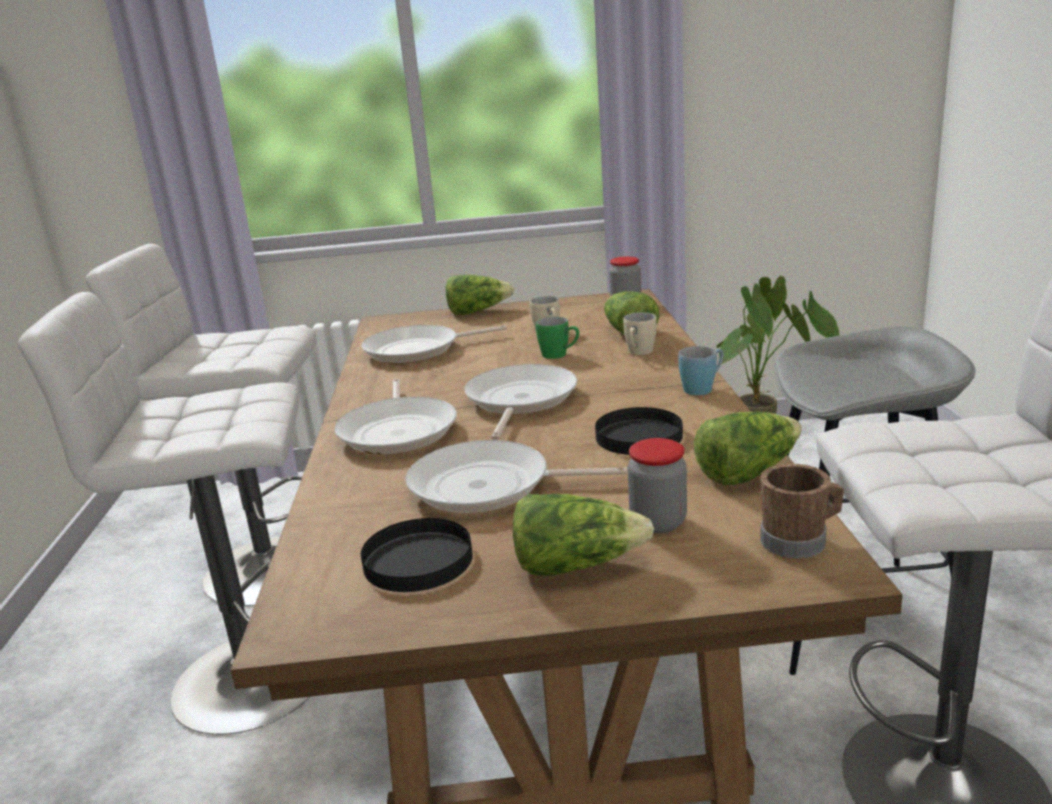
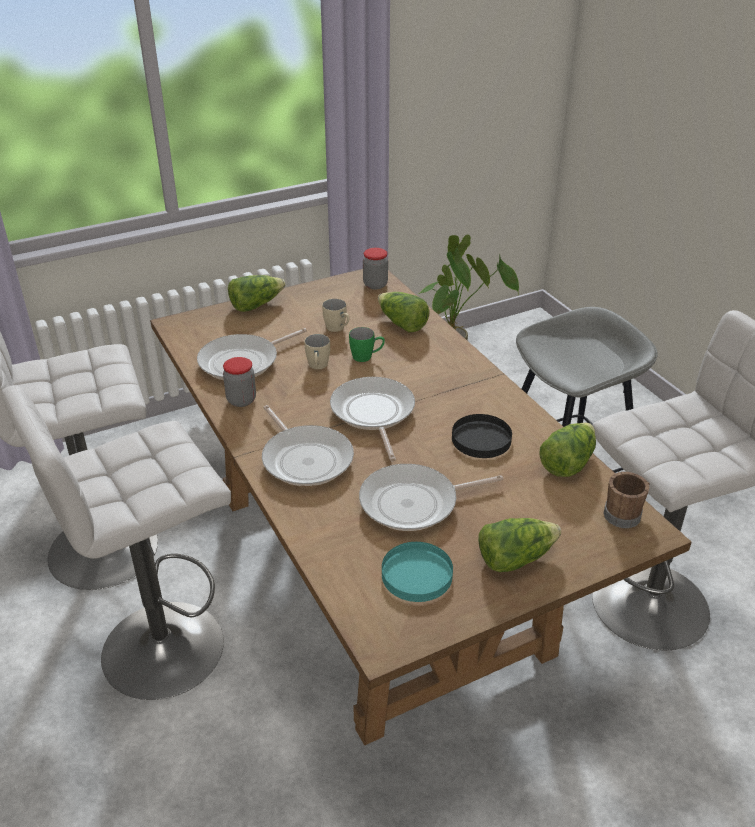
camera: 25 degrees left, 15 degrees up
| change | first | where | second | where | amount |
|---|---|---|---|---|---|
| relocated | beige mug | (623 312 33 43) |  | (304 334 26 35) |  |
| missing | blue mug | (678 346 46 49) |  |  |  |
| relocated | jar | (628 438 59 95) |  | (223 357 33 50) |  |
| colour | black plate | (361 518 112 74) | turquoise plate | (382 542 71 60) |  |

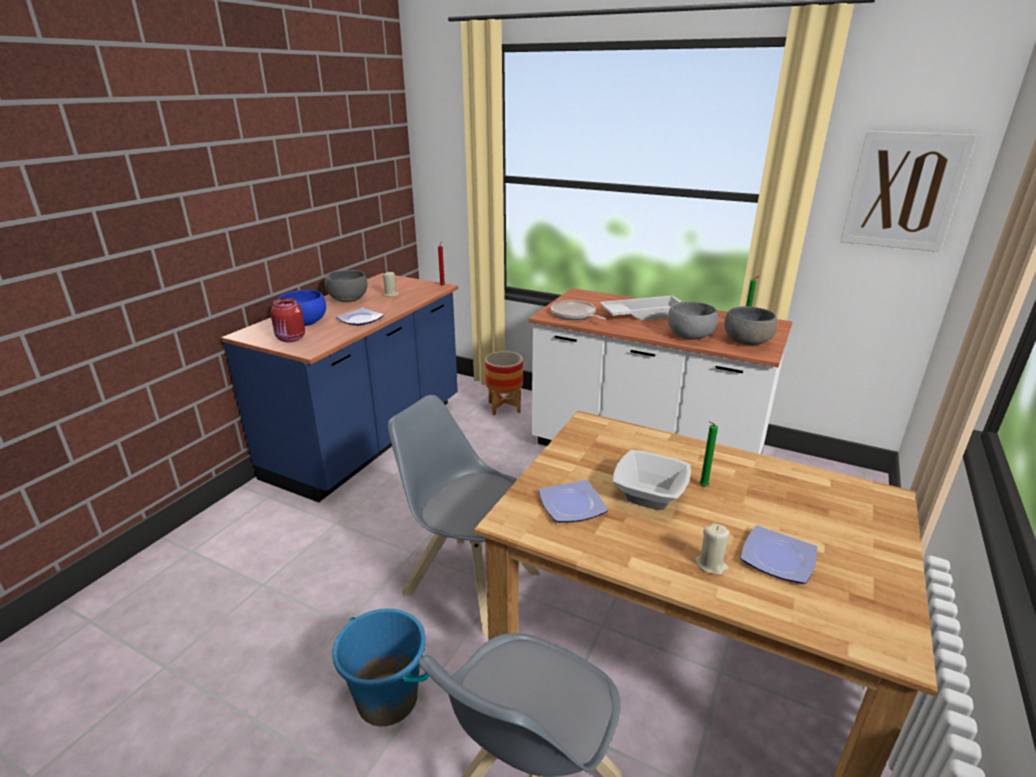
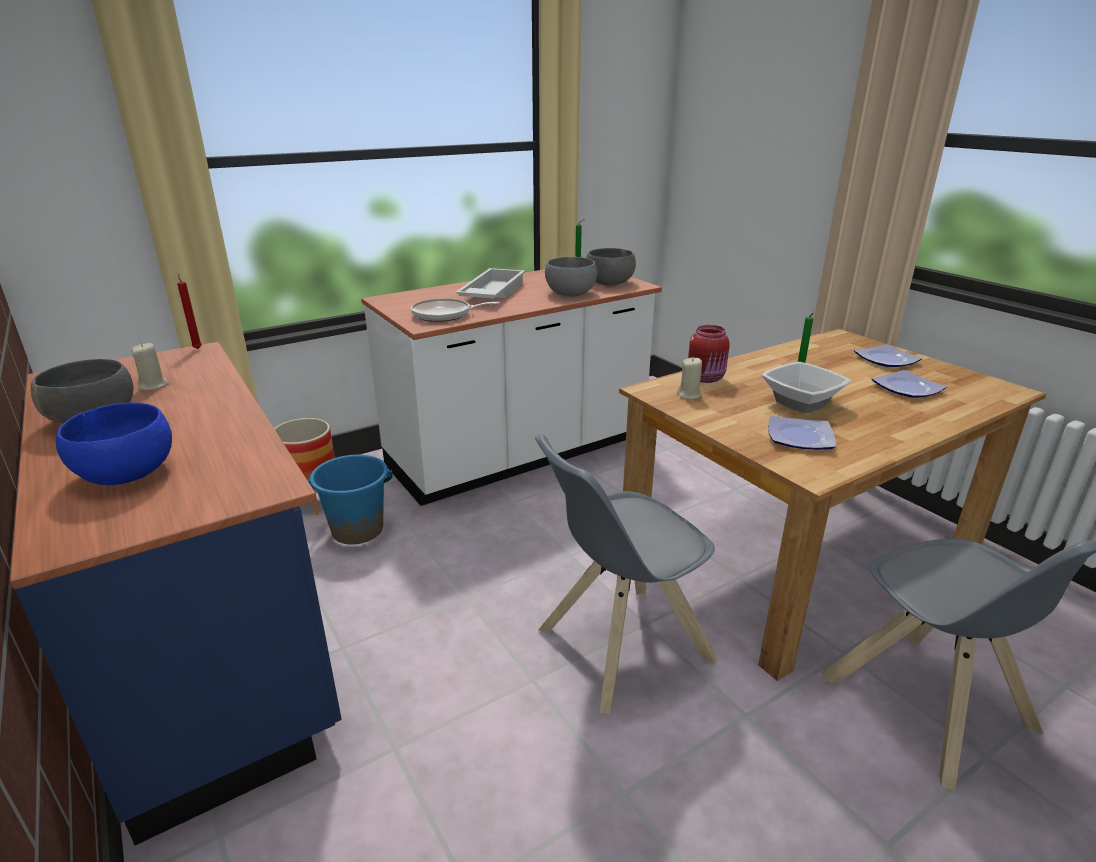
camera: 60 degrees left, 0 degrees up
| change | first | where | second | where | amount |
|---|---|---|---|---|---|
| missing | picture | (840 131 136 121) |  |  |  |
| relocated | red jar | (271 298 34 44) |  | (688 325 41 58) |  |
| relocated | plate | (336 308 48 17) |  | (854 344 68 23) |  |
| relocated | beige candle | (695 523 35 52) |  | (677 357 25 42) |  |
| relocated | blue bucket | (332 608 97 118) |  | (308 455 85 90) |  |

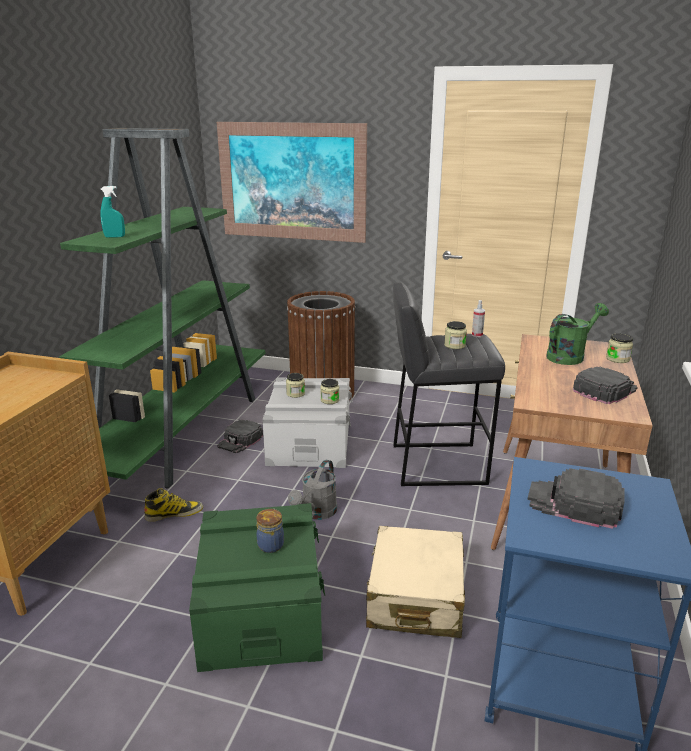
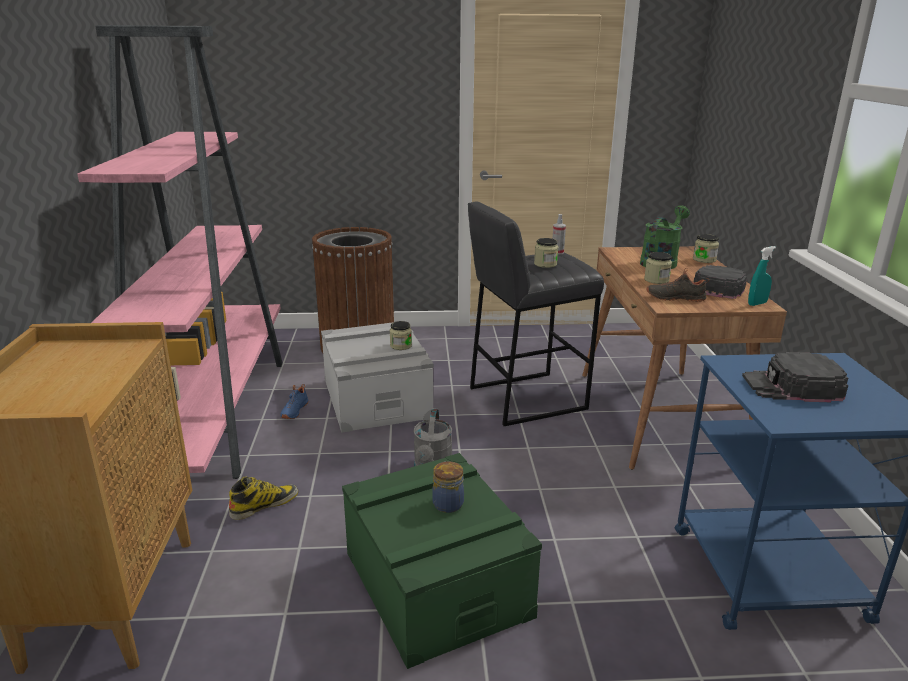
camera: 20 degrees left, 0 degrees up
| change | first | where | second | where | amount |
|---|---|---|---|---|---|
| missing | picture | (217 122 150 121) |  |  |  |
| colour | green bookcase | (59 128 206 361) | pink bookcase | (77 25 206 454) |  |
| relocated | turquoise spray bottle | (100 186 25 52) |  | (748 246 28 60) |  |
| relocated | jar | (286 373 19 25) |  | (644 252 28 32) |  |
| exchanged | black cap | (217 420 46 33) | blue shoe | (280 384 29 35) |  |
| missing | beige suitcase | (366 526 99 112) |  |  |  |
| appeared |  |  | black shoe | (647 268 62 34) |  |

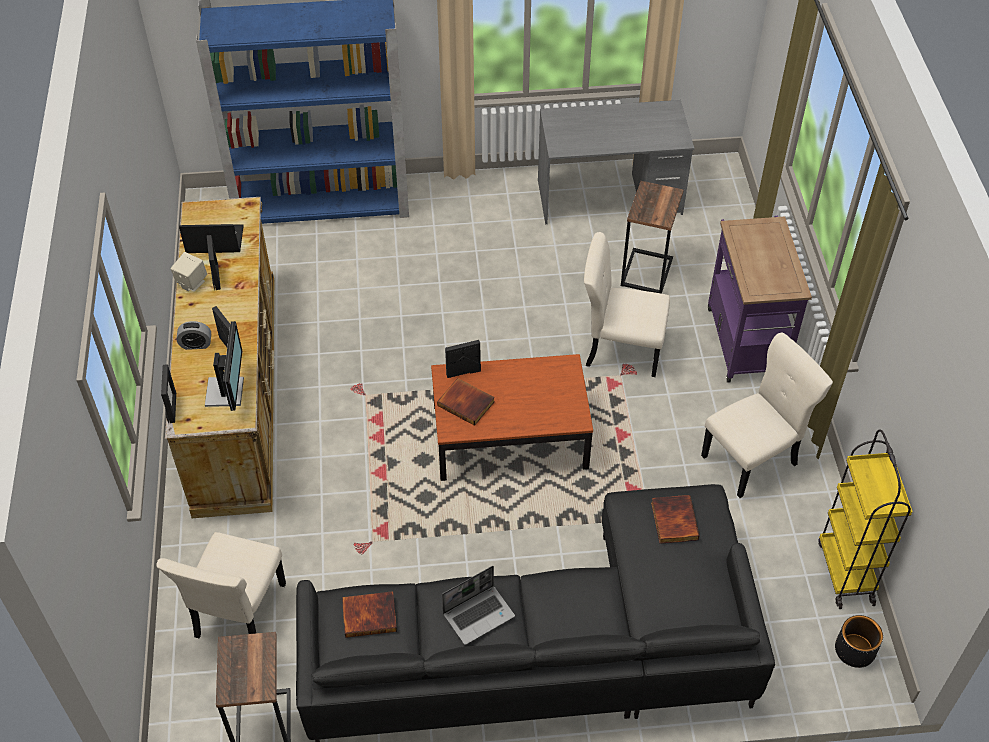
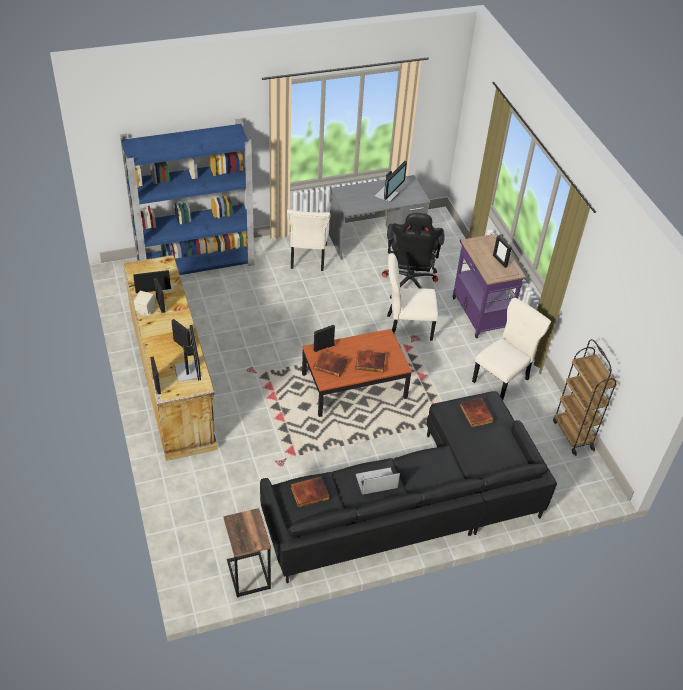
camera: 15 degrees left, 5 degrees down
| change | first | where | second | where | amount |
|---|---|---|---|---|---|
| exchanged | side table | (621 181 63 113) | black office chair | (382 213 63 86) |  |
| missing | alarm clock | (177 321 34 29) |  |  |  |
| colour | yellow cart | (818 430 95 179) | brown cart | (553 339 64 117) |  |
| relocated | beige chair | (156 532 130 106) |  | (287 210 44 61) |  |
| spun | laptop | (442 566 73 79) |  | (356 468 44 27) | 150 degrees counterclockwise |
| missing | black planter | (835 615 48 53) |  |  |  |
| appeared |  |  | monitor | (375 161 32 42) |  |
| appeared |  |  | picture frame | (493 235 19 33) |  |
| appeared |  |  | book | (355 350 31 23) |  |

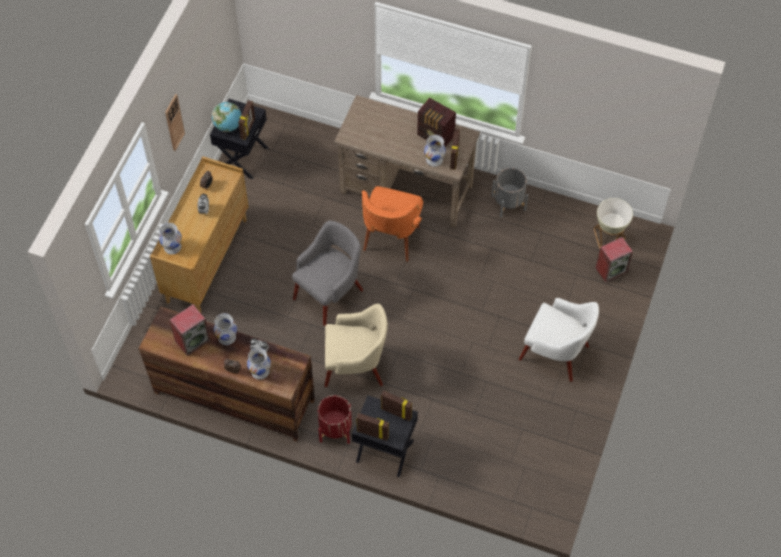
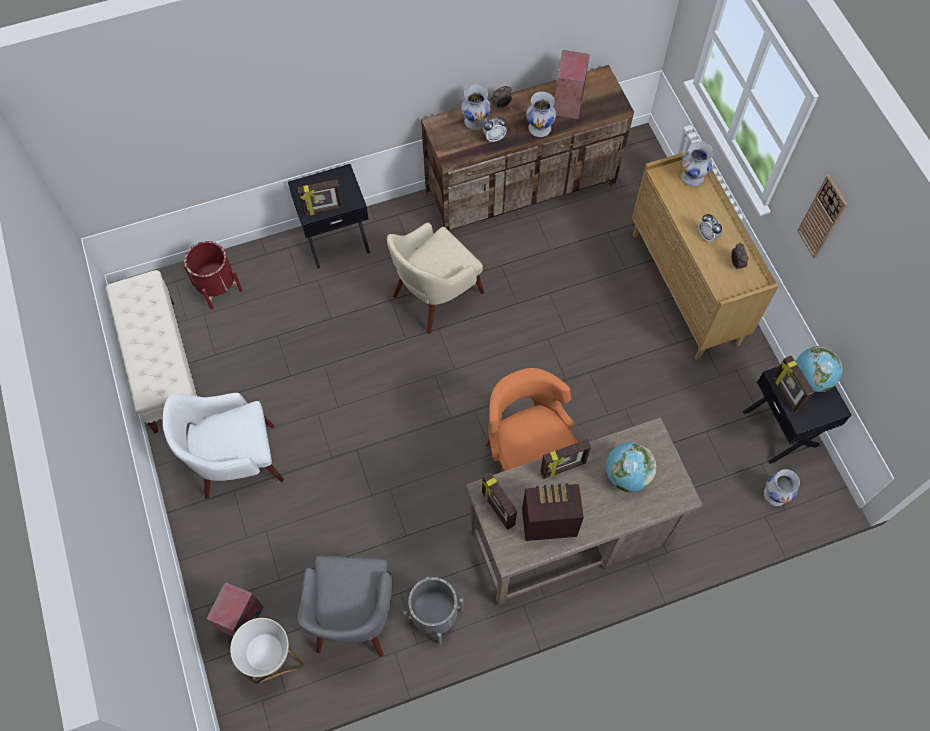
camera: 140 degrees right, 5 degrees up
| change | first | where | second | where | amount |
|---|---|---|---|---|---|
| relocated | white vase | (424 135 22 32) |  | (764 469 36 37) |  |
| relocated | grey armchair | (292 221 71 105) |  | (297 556 95 101) |  |
| relocated | red planter | (317 395 35 49) |  | (184 241 59 69) |  |
| relocated | picture frame | (356 413 33 28) |  | (540 439 51 40) |  |
| appeared |  |  | beige bench | (106 270 91 163) |  |
| appeared |  |  | globe | (606 442 51 50) |  |

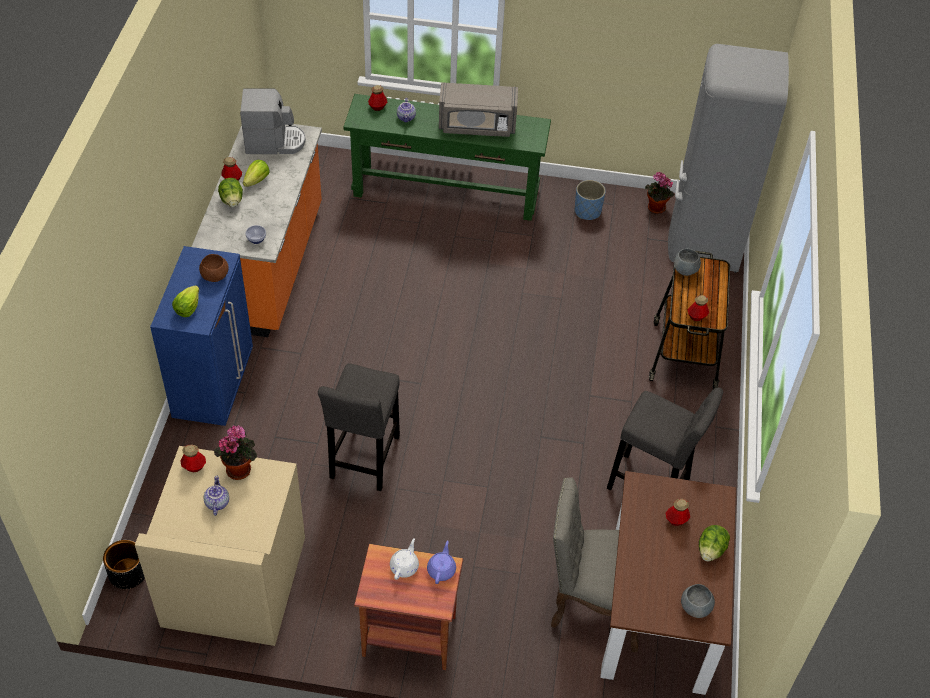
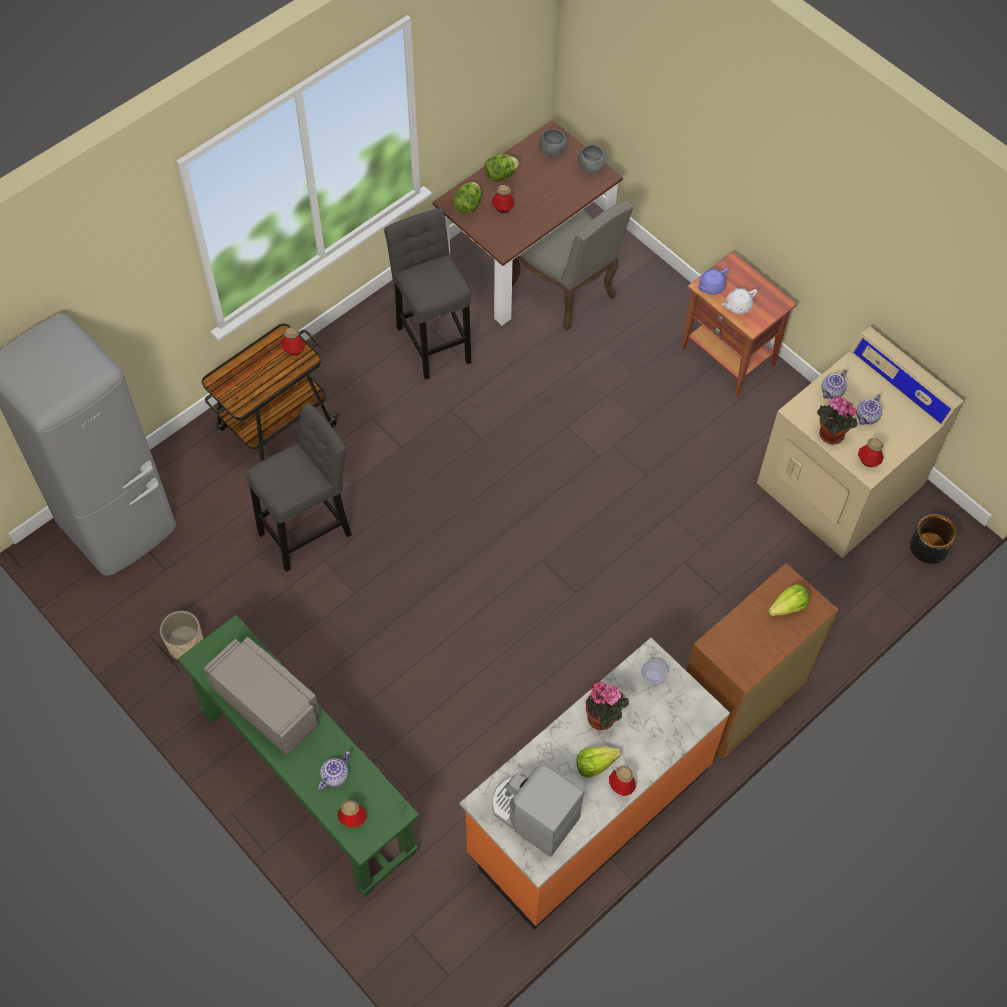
camera: 140 degrees left, 10 degrees up
| change | first | where | second | where | amount |
|---|---|---|---|---|---|
| relocated | potted plant | (645 172 29 42) |  | (586 681 43 49) |  |
| relocated | lettuce | (218 178 25 29) |  | (453 182 29 32) |  |
| colour | blue planter | (575 180 31 40) | beige planter | (160 611 43 49) |  |
| colour | blue cabinet | (150 246 103 180) | brown cabinet | (686 563 152 196) |  |
| relocated | grey bowl | (674 248 27 28) |  | (578 145 29 29) |  |
| missing | brown bowl | (199 254 30 28) |  |  |  |
| relocated | grey stool | (318 363 82 128) |  | (246 403 106 169) |  |
| appeared |  |  | teapot | (821 369 26 30) |  |

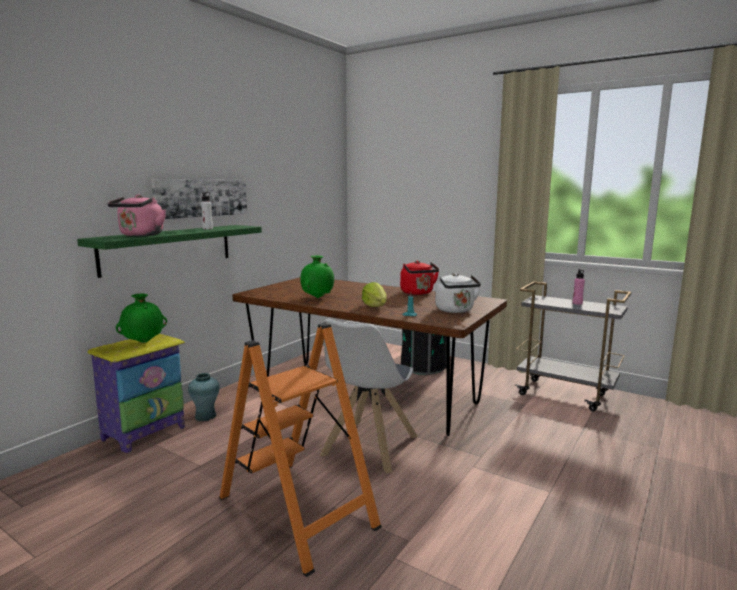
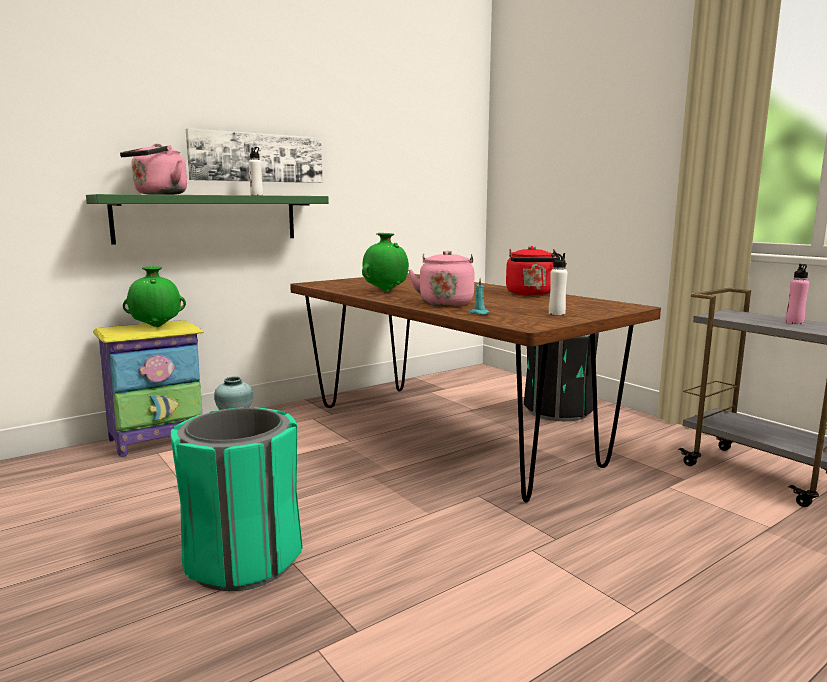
camera: 20 degrees right, 0 degrees up
| change | first | where | second | where | amount |
|---|---|---|---|---|---|
| exchanged | white kettle | (435 273 46 40) | white bottle | (549 253 19 62) |  |
| exchanged | lettuce | (362 282 25 25) | pink kettle | (408 250 66 56) |  |
| missing | chair | (320 319 98 155) |  |  |  |
| exchanged | orange step ladder | (219 323 163 254) | green trash can | (171 407 132 184) |  |

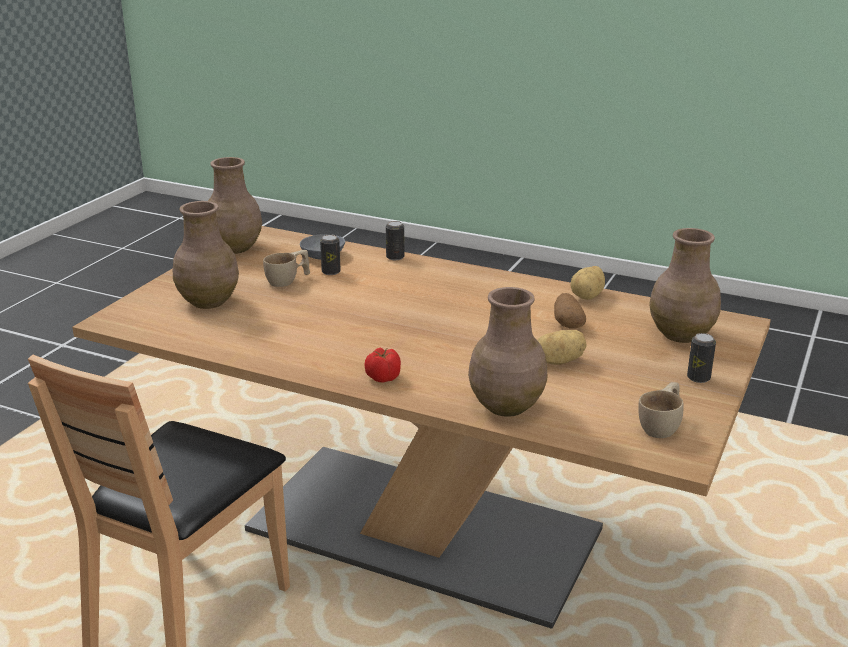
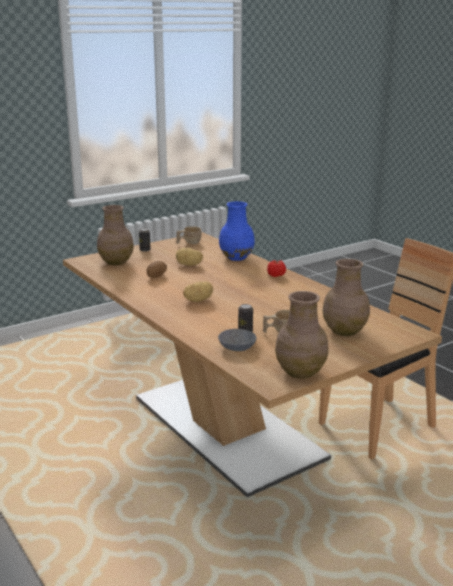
camera: 150 degrees left, 5 degrees down
| change | first | where | second | where | amount |
|---|---|---|---|---|---|
| missing | can | (386 221 18 39) |  |  |  |
| relocated | potato | (571 266 34 34) |  | (183 281 30 21) |  |
| colour | brown vase | (468 287 79 130) | blue vase | (219 201 36 60) |  |

